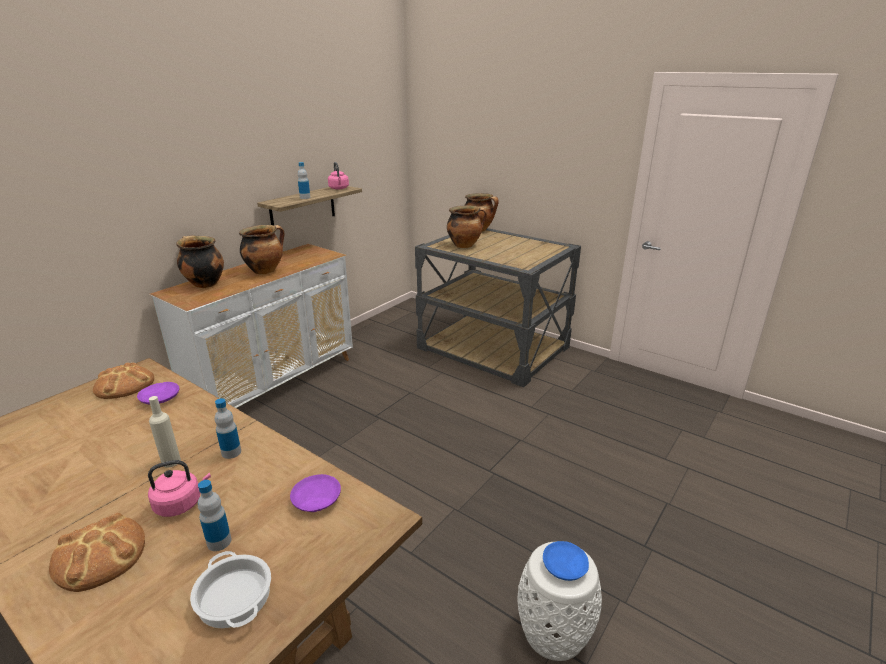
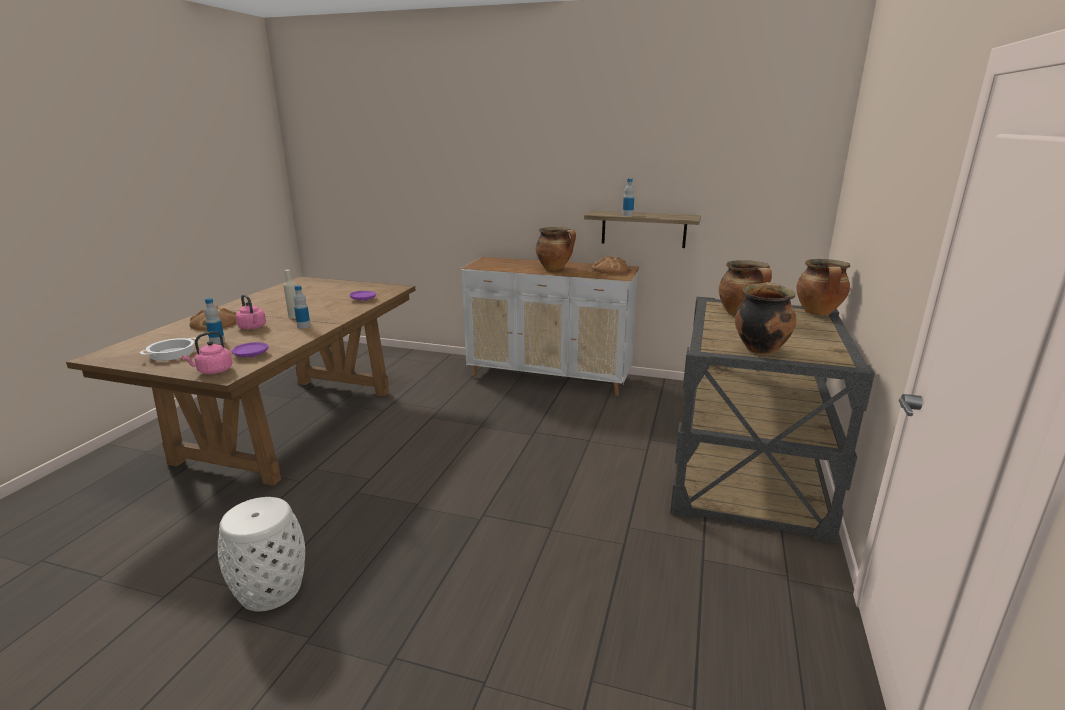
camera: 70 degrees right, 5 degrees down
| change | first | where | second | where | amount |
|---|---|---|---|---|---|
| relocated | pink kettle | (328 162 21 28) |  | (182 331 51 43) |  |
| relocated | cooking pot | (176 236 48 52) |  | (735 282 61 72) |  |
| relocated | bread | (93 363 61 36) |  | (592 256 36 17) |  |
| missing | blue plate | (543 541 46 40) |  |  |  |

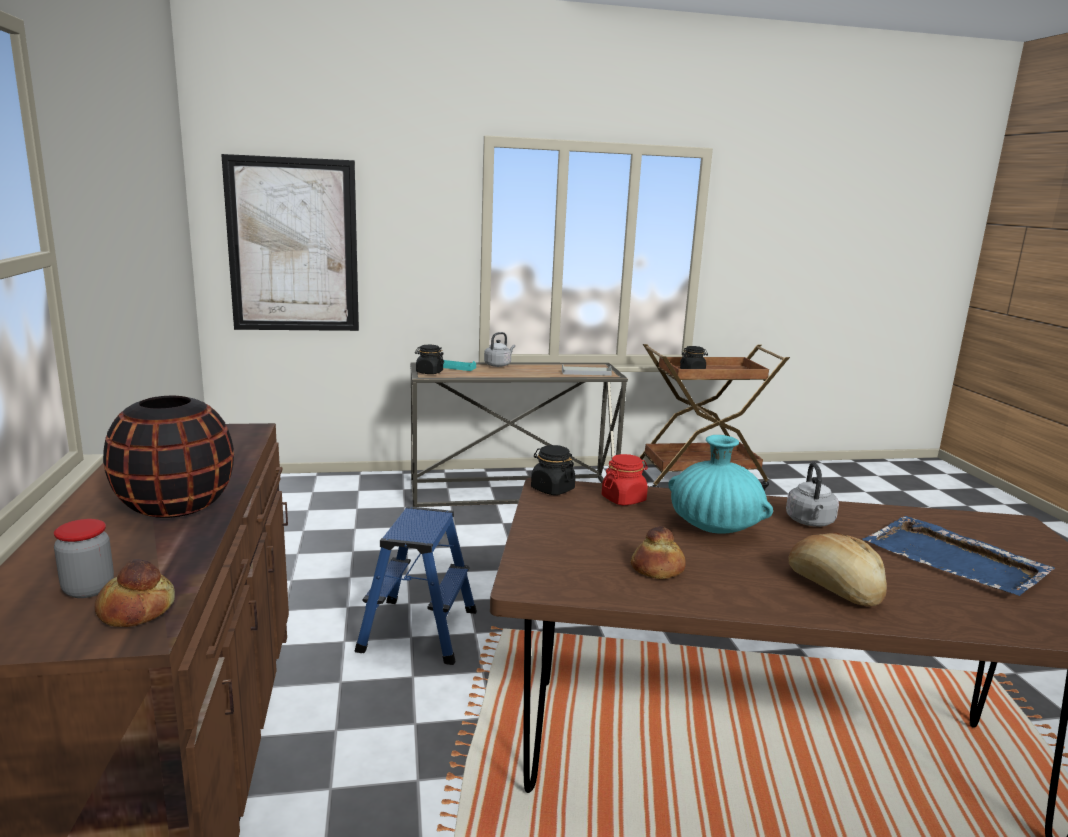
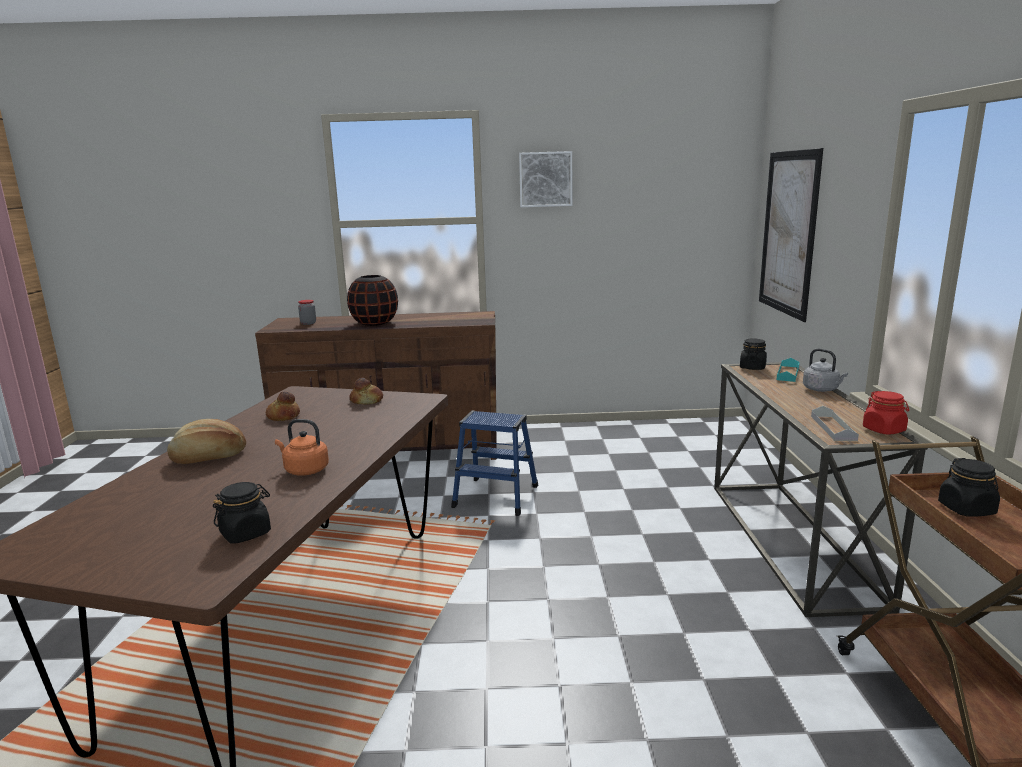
camera: 100 degrees right, 0 degrees up
| change | first | where | second | where | amount |
|---|---|---|---|---|---|
| missing | turquoise vase | (668 435 105 99) |  |  |  |
| relocated | black jar | (531 445 45 50) |  | (213 482 58 62) |  |
| relocated | red jar | (602 454 46 51) |  | (863 391 46 44) |  |
| colour | grey kettle | (786 462 53 65) | orange kettle | (275 419 54 57) |  |
| missing | blue tray | (863 516 192 80) |  |  |  |
| relocated | bread | (95 559 80 68) |  | (349 378 34 26) |  |
| appeared |  |  | picture | (519 151 53 56) |  |

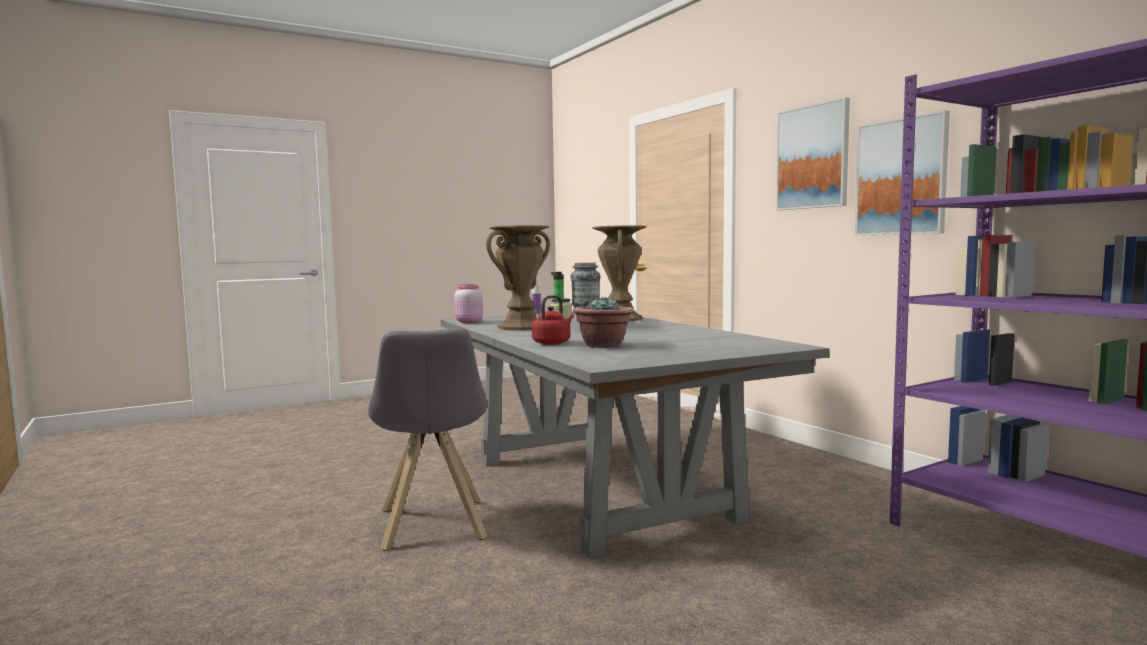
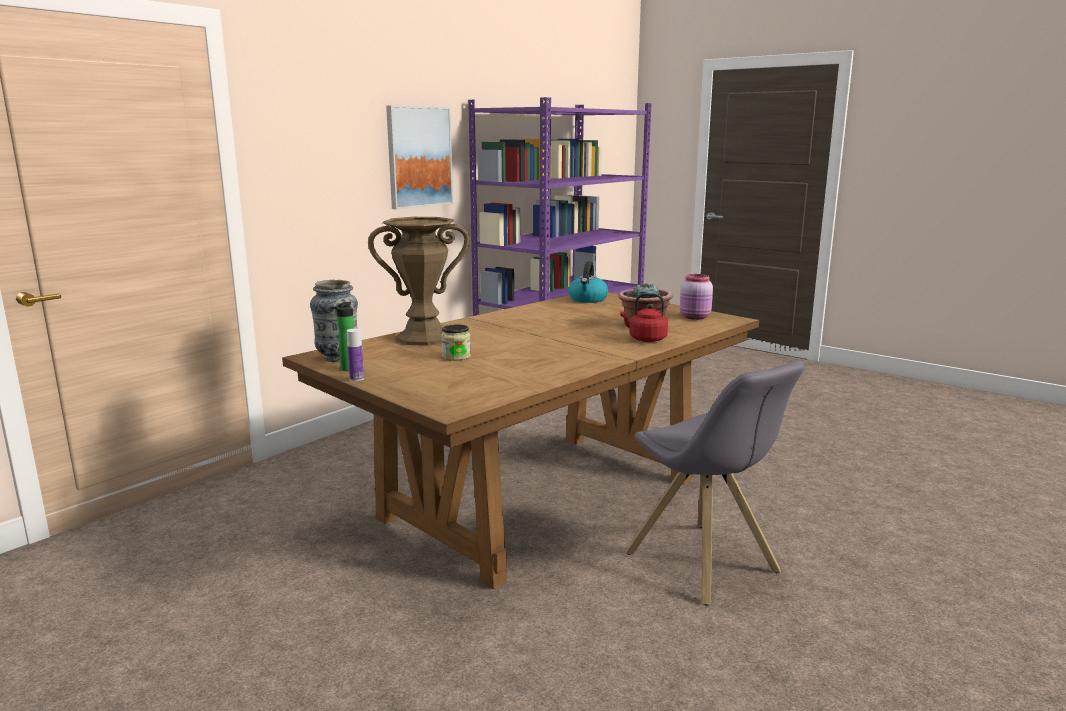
camera: 110 degrees left, 10 degrees up
| change | first | where | second | where | amount |
|---|---|---|---|---|---|
| missing | picture | (776 97 74 113) |  |  |  |
| missing | brown vase | (486 225 64 106) |  |  |  |
| relocated | pink jar | (455 285 28 38) |  | (680 274 33 46) |  |
| colour | grey dining table | (441 312 389 246) | brown dining table | (282 292 477 297) |  |
| spun | grey chair | (368 328 119 223) |  | (625 361 179 244) | 90 degrees clockwise |
| appeared |  |  | kettle | (568 261 40 42) |  |

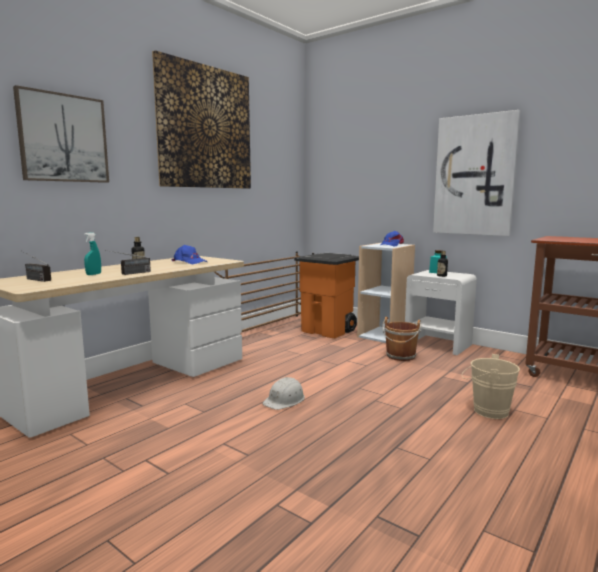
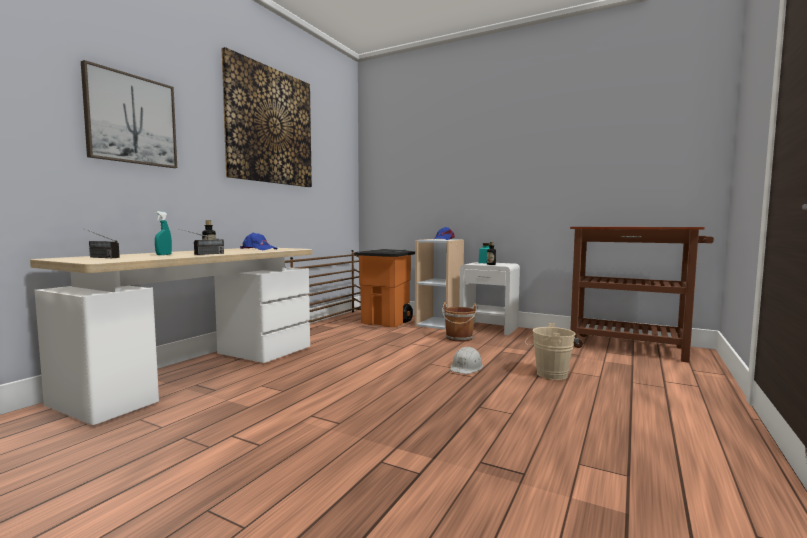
camera: 10 degrees left, 5 degrees down
| change | first | where | second | where | amount |
|---|---|---|---|---|---|
| missing | picture | (433 110 88 126) |  |  |  |
| relocated | white hard hat | (263 377 42 33) |  | (450 346 33 28) |  |

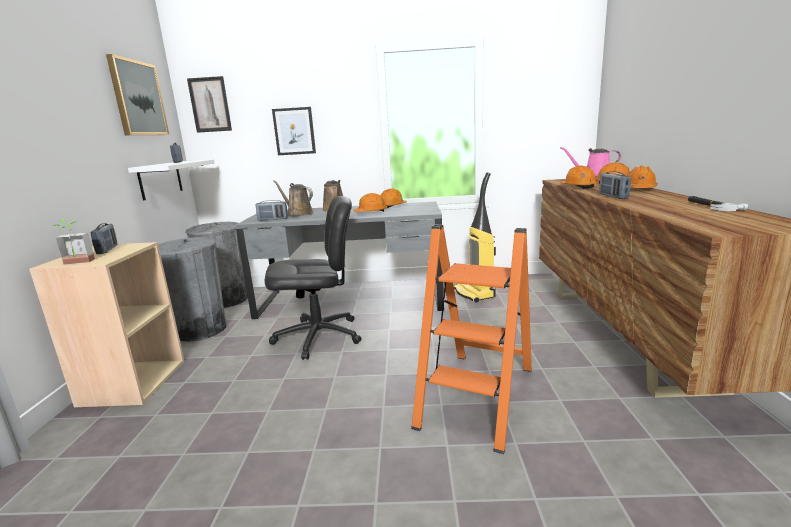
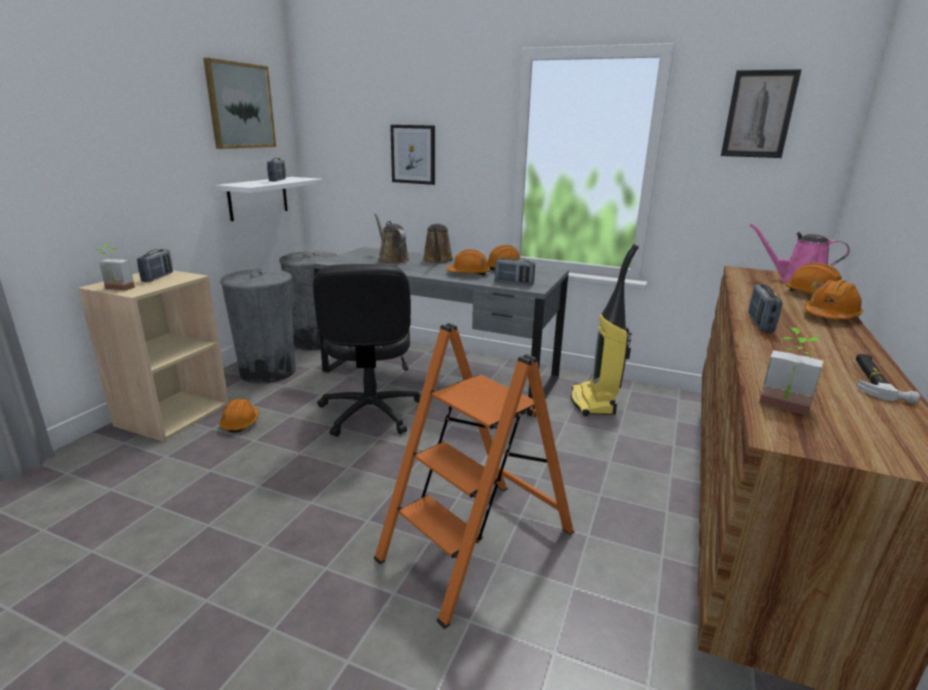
camera: 20 degrees right, 5 degrees up
| change | first | where | second | where | amount |
|---|---|---|---|---|---|
| relocated | picture | (187 76 45 57) |  | (721 69 81 89) |  |
| relocated | orange hard hat | (560 165 38 24) |  | (219 398 40 35) |  |
| spun | black office chair | (265 196 96 164) |  | (313 264 108 173) | 75 degrees clockwise |
| relocated | radio | (256 200 32 21) |  | (495 257 40 29) |  |
| appeared |  |  | potted plant | (759 328 64 88) |  |

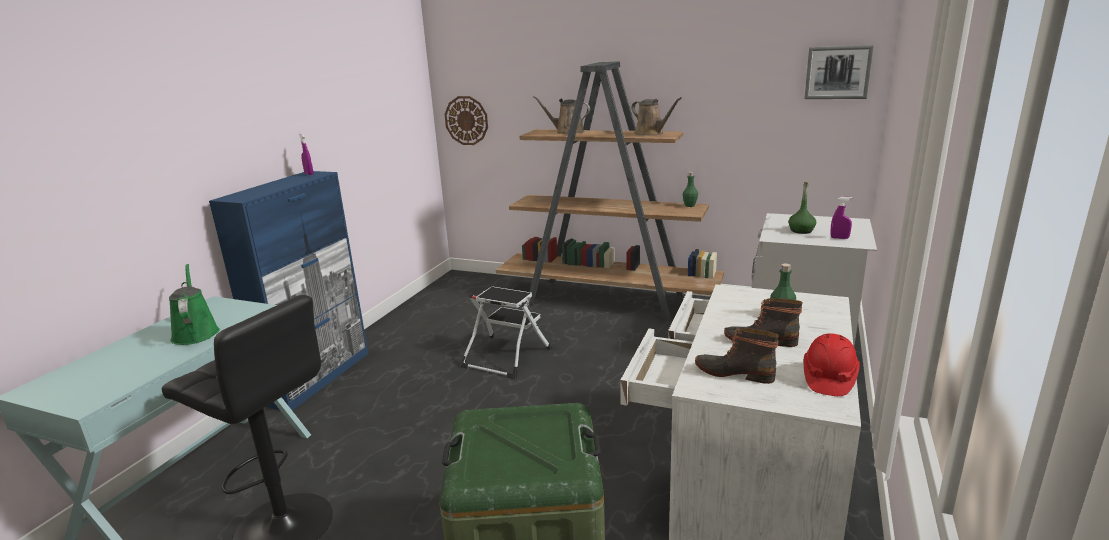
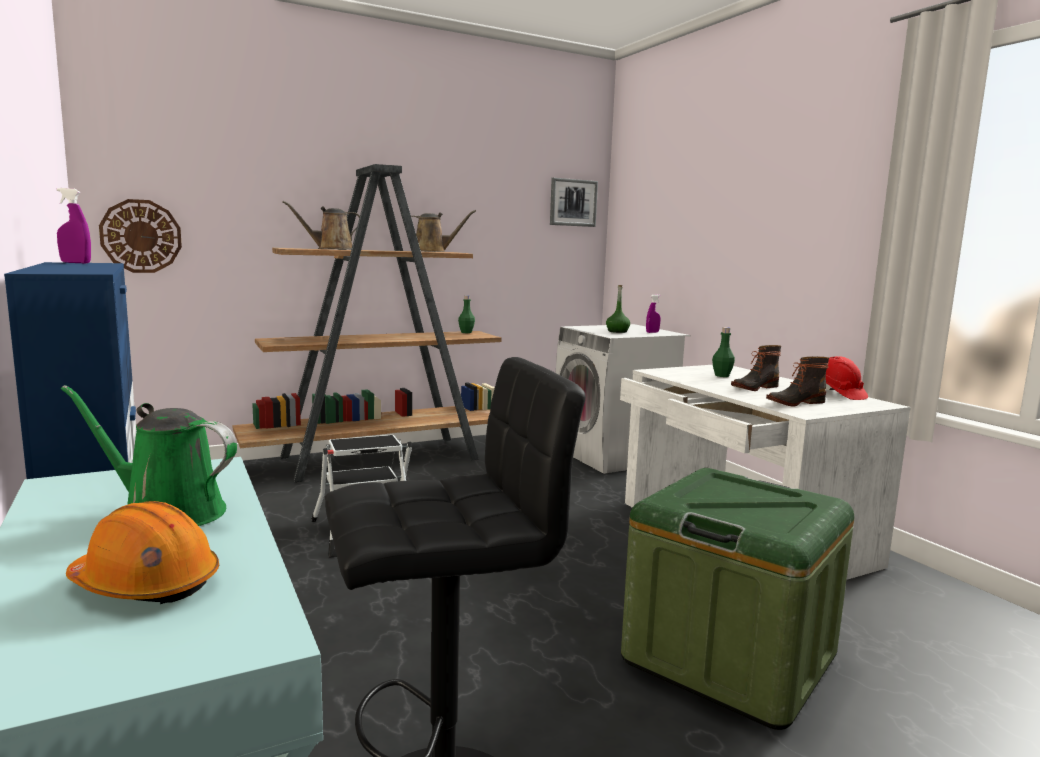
camera: 50 degrees left, 10 degrees down
| change | first | where | second | where | amount |
|---|---|---|---|---|---|
| appeared |  |  | orange hard hat | (66 501 153 103) |  |

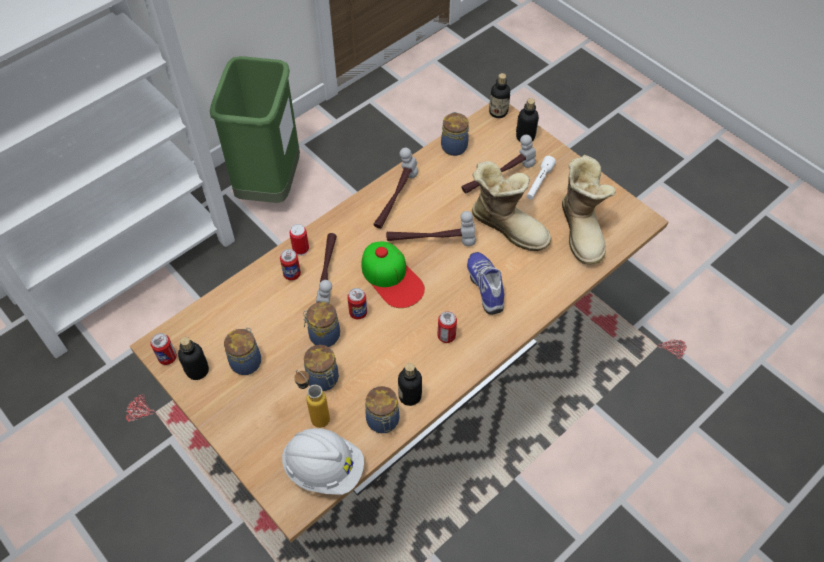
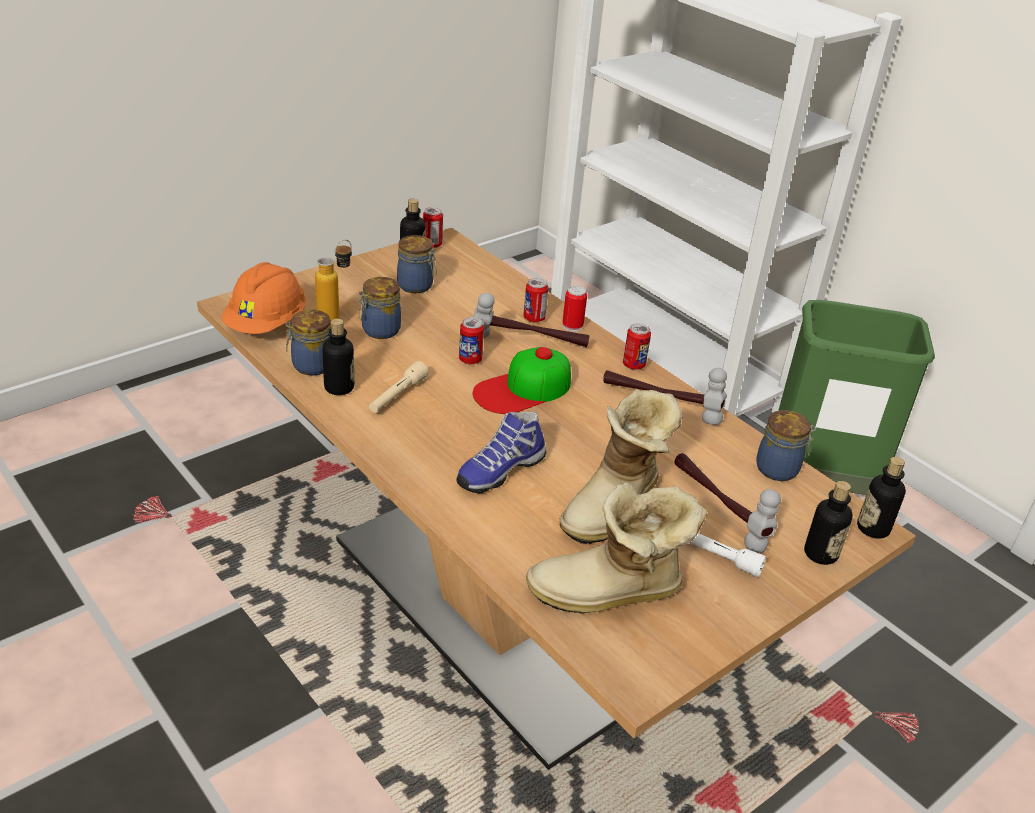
camera: 90 degrees right, 20 degrees down
| change | first | where | second | where | amount |
|---|---|---|---|---|---|
| missing | hammer | (386 211 90 35) |  |  |  |
| spun | shoe | (467 252 37 63) |  | (457 412 89 81) | 150 degrees clockwise |
| missing | jar | (303 302 37 45) |  |  |  |
| relocated | can | (437 311 20 32) |  | (623 323 28 47) |  |
| colour | white hard hat | (282 428 82 67) | orange hard hat | (221 262 85 72) |  |
| appeared |  |  | beige flashlight | (369 361 60 52) |  |

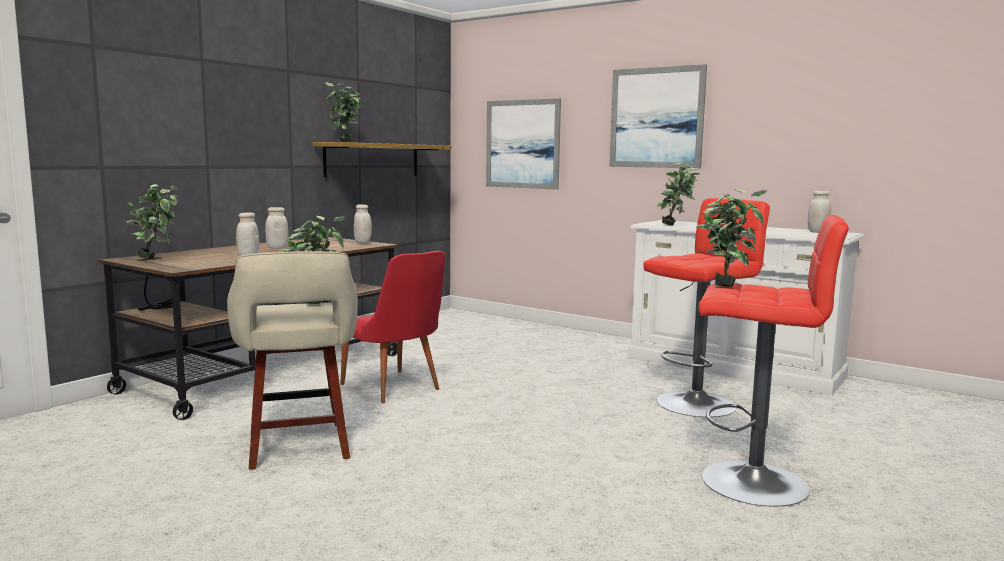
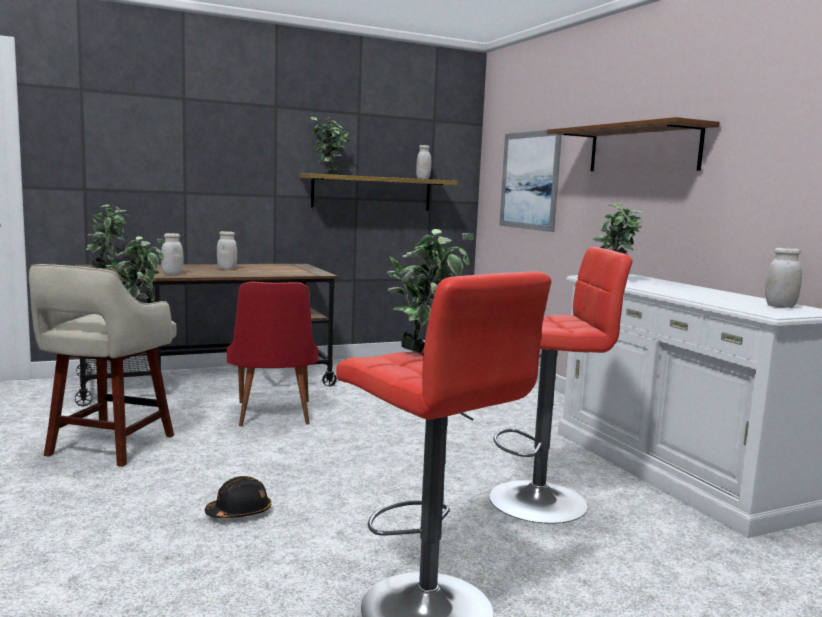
camera: 30 degrees right, 0 degrees up
| change | first | where | second | where | amount |
|---|---|---|---|---|---|
| exchanged | picture | (609 64 98 105) | brown shelf | (547 117 173 54) |  |
| relocated | white jar | (354 204 18 39) |  | (416 145 15 34) |  |
| appeared |  |  | black hard hat | (205 476 66 42) |  |

